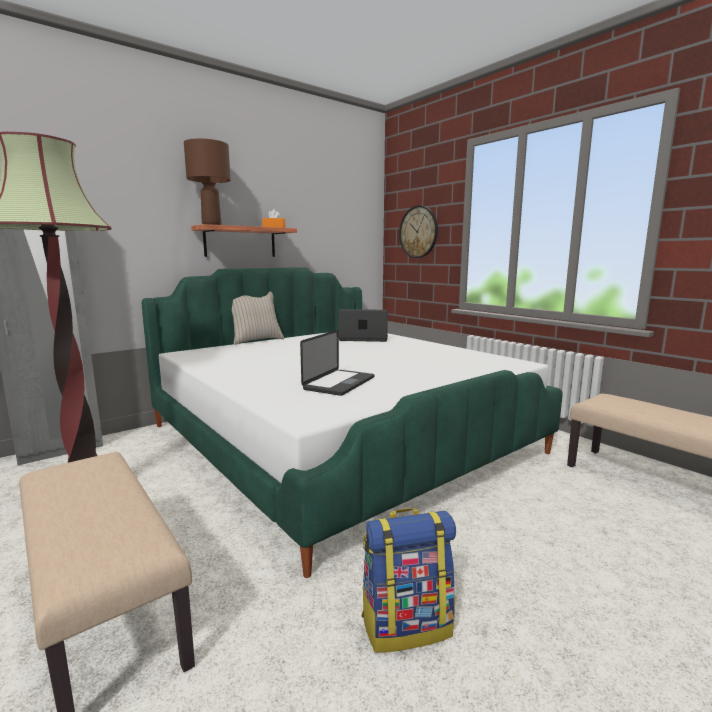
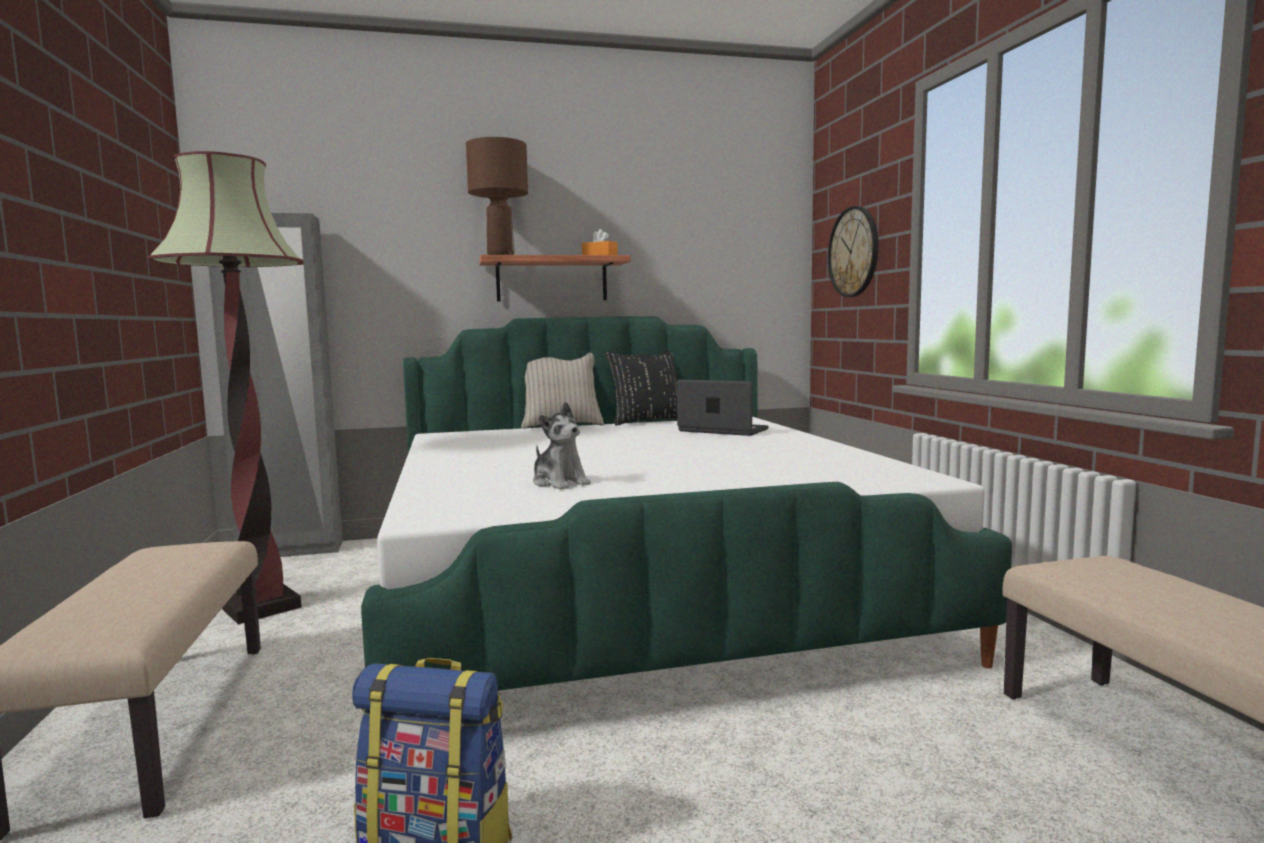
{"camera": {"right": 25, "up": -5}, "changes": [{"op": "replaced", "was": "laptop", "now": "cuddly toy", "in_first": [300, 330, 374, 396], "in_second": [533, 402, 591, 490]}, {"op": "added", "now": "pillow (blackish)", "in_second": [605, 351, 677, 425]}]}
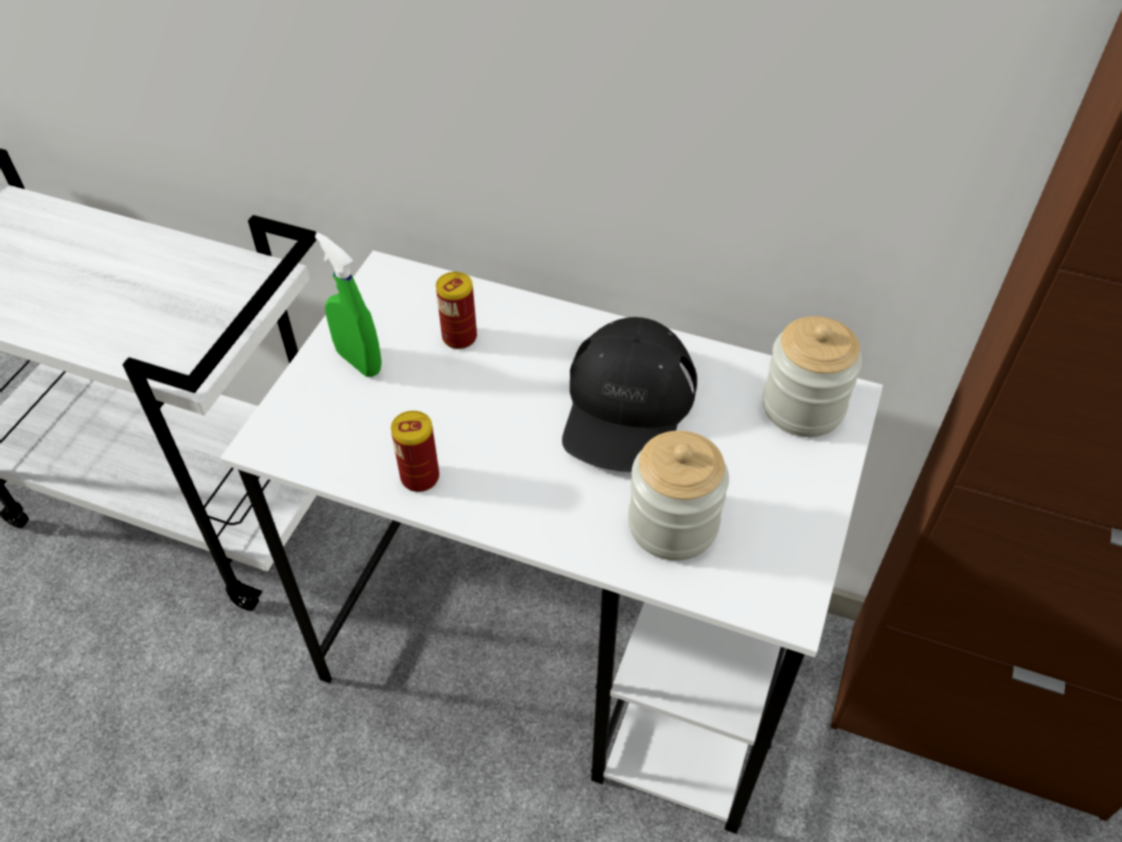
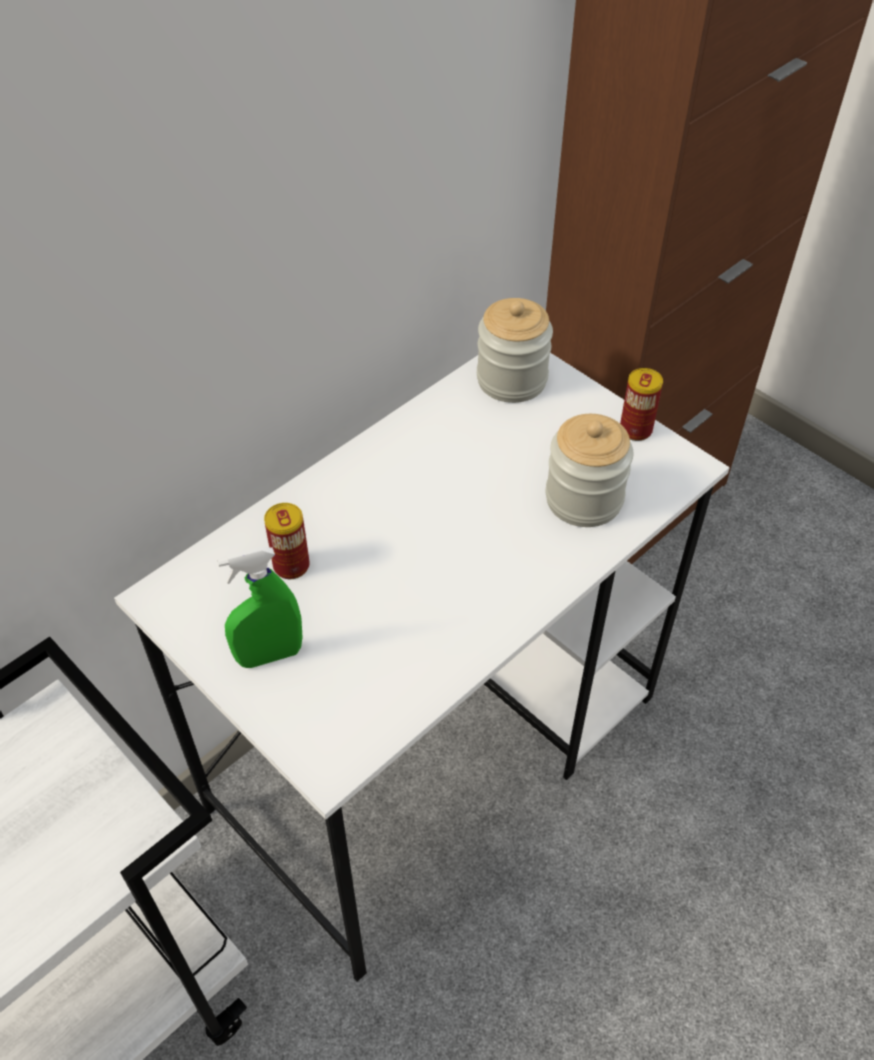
{"camera": {"right": -65, "up": 0}, "changes": [{"op": "removed", "was": "cap (blackish)", "in_first": [562, 317, 697, 472]}, {"op": "moved", "was": "can", "in_first": [391, 411, 439, 492], "in_second": [620, 368, 663, 441]}]}
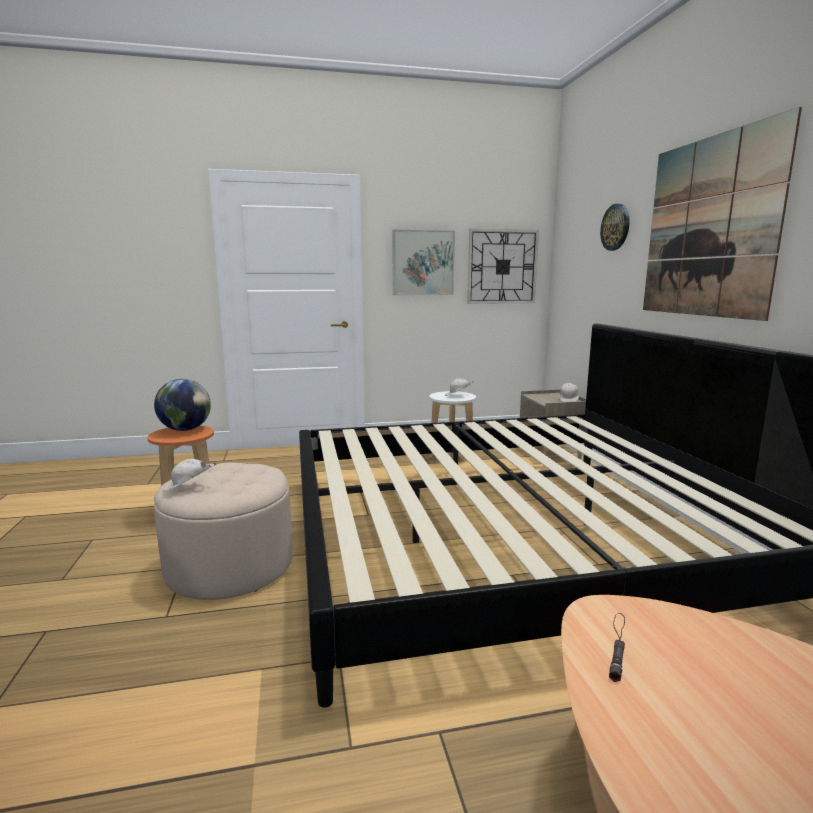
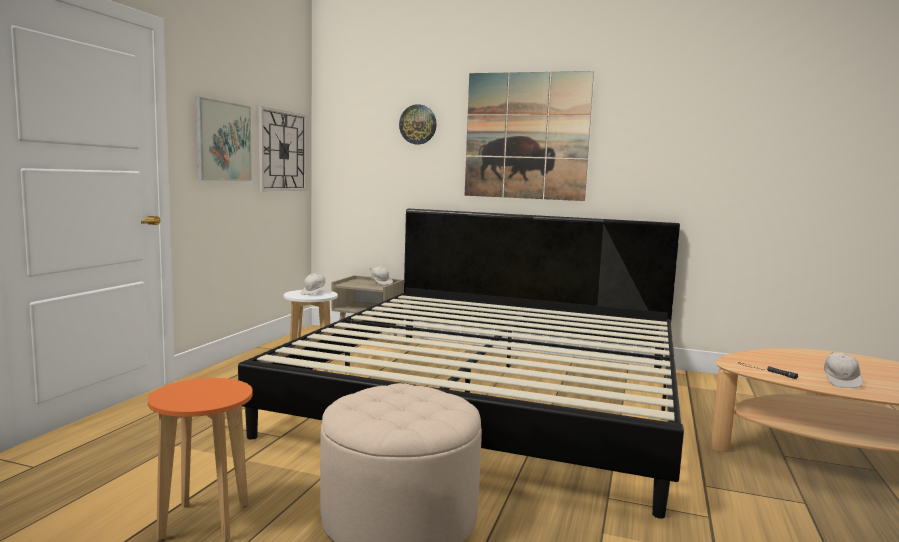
{"camera": {"right": -60, "up": -5}, "changes": [{"op": "removed", "was": "globe", "in_first": [154, 379, 211, 431]}, {"op": "moved", "was": "cap (white-coloured)", "in_first": [163, 459, 216, 492], "in_second": [824, 352, 863, 388]}]}
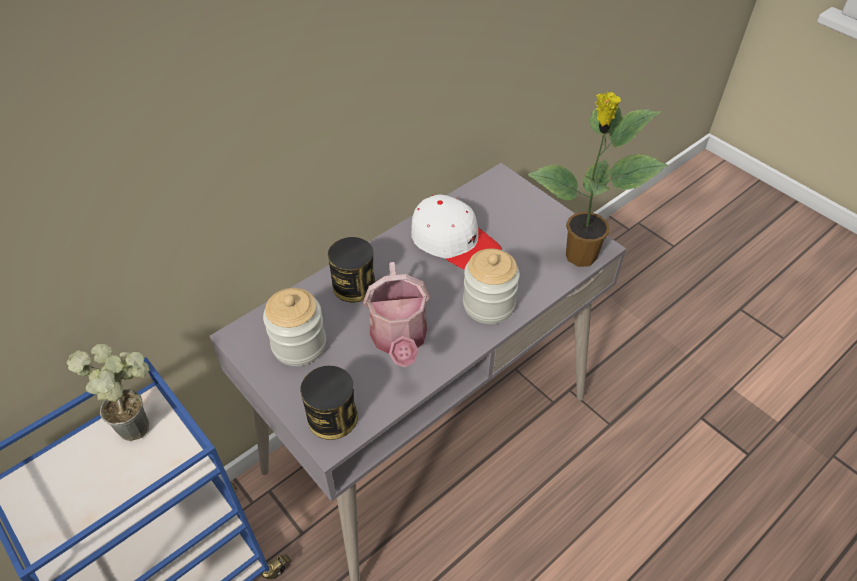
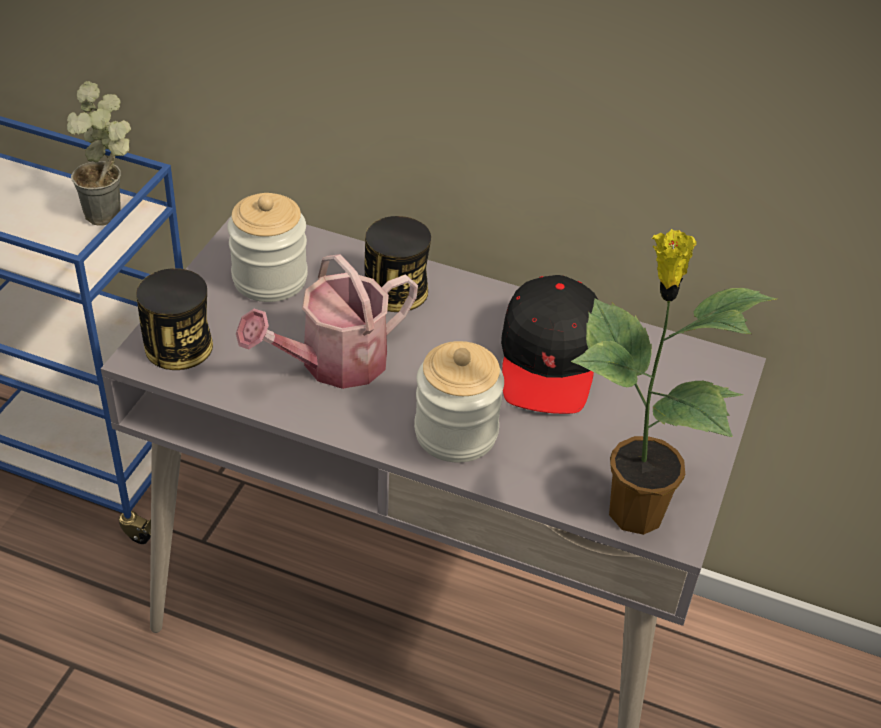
{"camera": {"right": 60, "up": -5}, "changes": [{"op": "recoloured", "was": "cap (white-coloured)", "now": "cap (blackish)", "in_first": [411, 194, 502, 270], "in_second": [501, 275, 598, 414]}]}
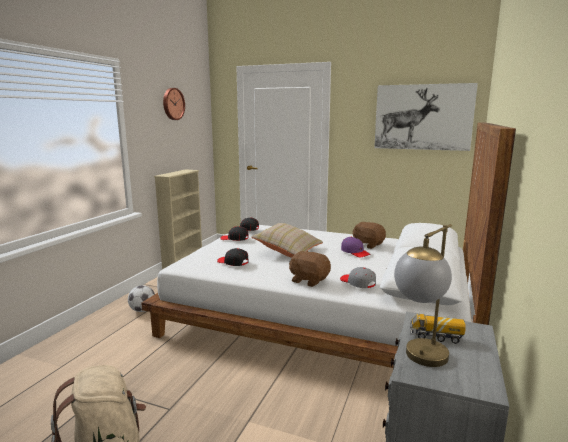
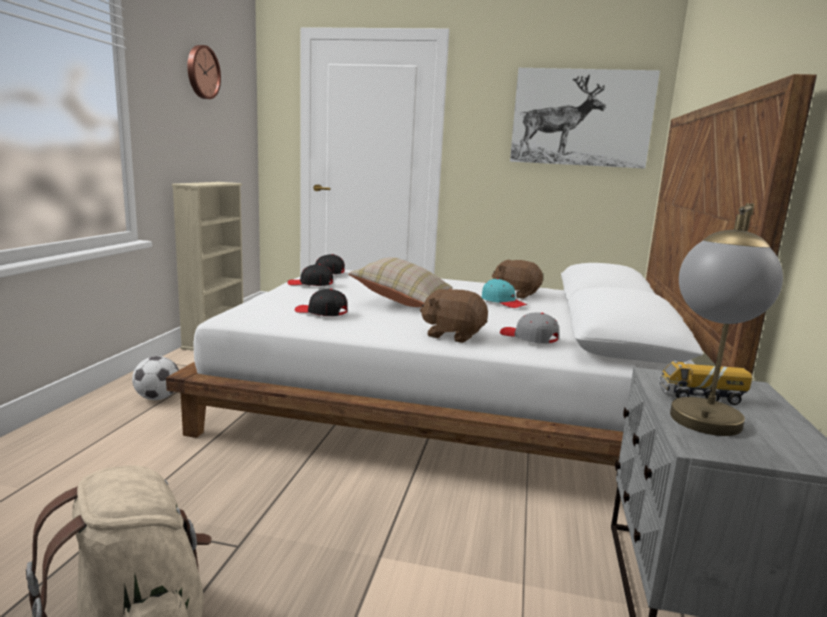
{"camera": {"right": -10, "up": 0}, "changes": [{"op": "recoloured", "was": "cap (purple-coloured)", "now": "cap (blue-green)", "in_first": [341, 237, 371, 258], "in_second": [482, 278, 528, 308]}]}
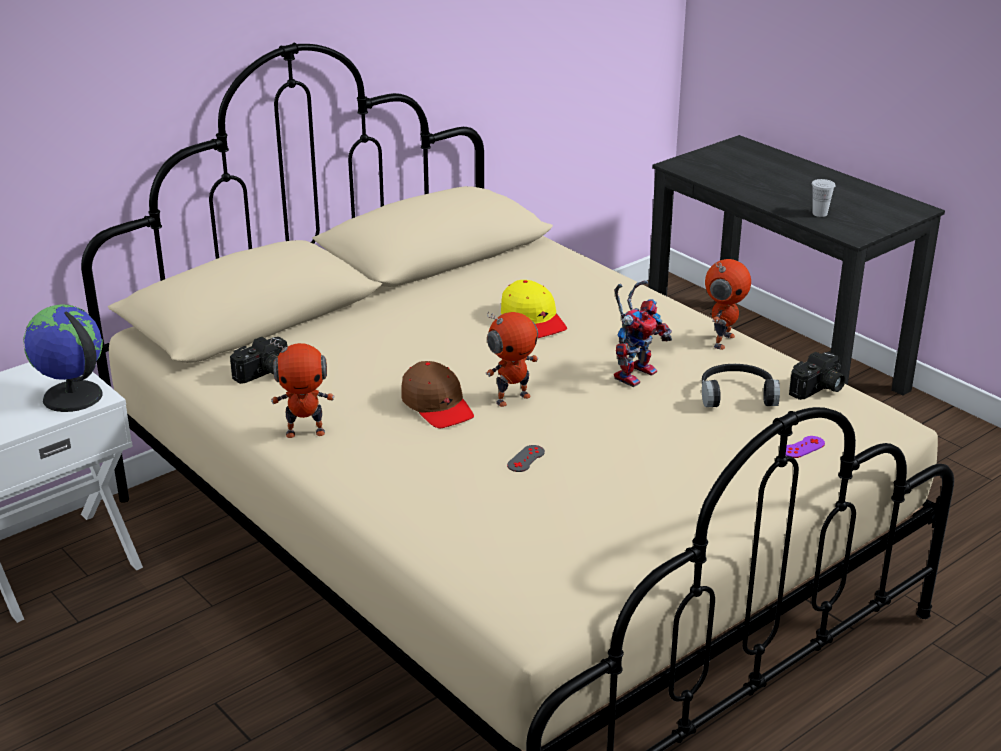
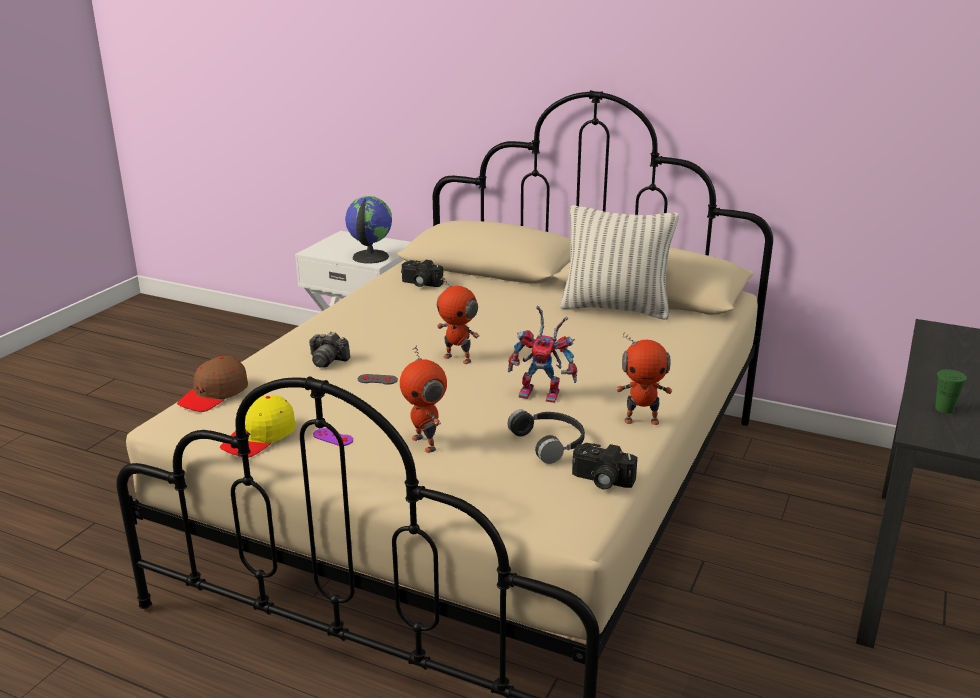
{"camera": {"right": 65, "up": -5}, "changes": [{"op": "recoloured", "was": "cup (white-coloured)", "now": "cup (green)", "in_first": [812, 179, 835, 217], "in_second": [935, 369, 967, 413]}, {"op": "moved", "was": "cap (yellowish)", "in_first": [501, 280, 567, 338], "in_second": [220, 395, 296, 458]}, {"op": "moved", "was": "model robot", "in_first": [270, 338, 334, 438], "in_second": [400, 345, 447, 453]}, {"op": "moved", "was": "cap (brown)", "in_first": [401, 361, 474, 428], "in_second": [177, 356, 248, 412]}, {"op": "moved", "was": "joypad (purple-coloured)", "in_first": [785, 436, 825, 458], "in_second": [313, 428, 353, 446]}, {"op": "added", "now": "pillow", "in_second": [560, 205, 679, 320]}, {"op": "added", "now": "still camera", "in_second": [309, 332, 350, 368]}]}
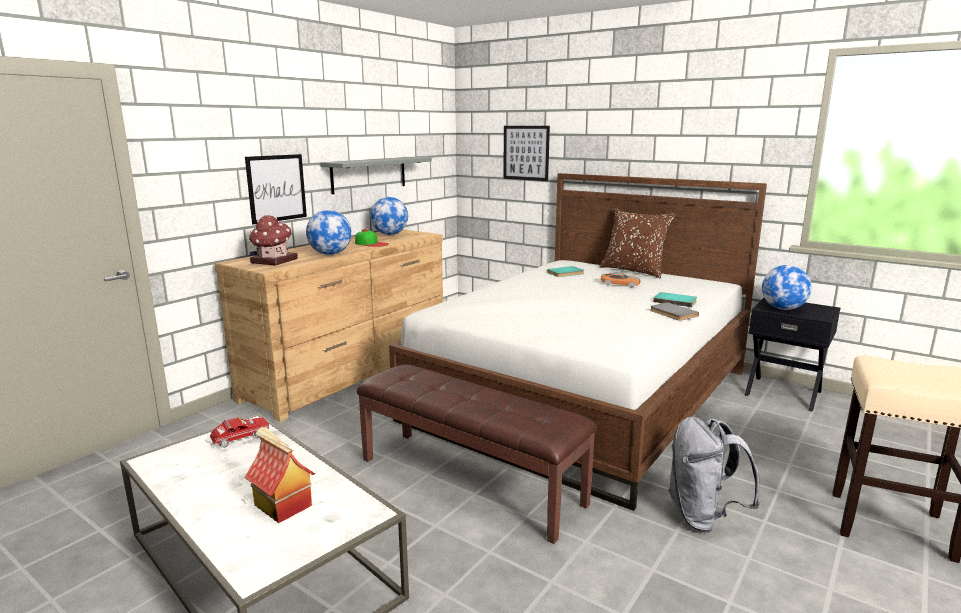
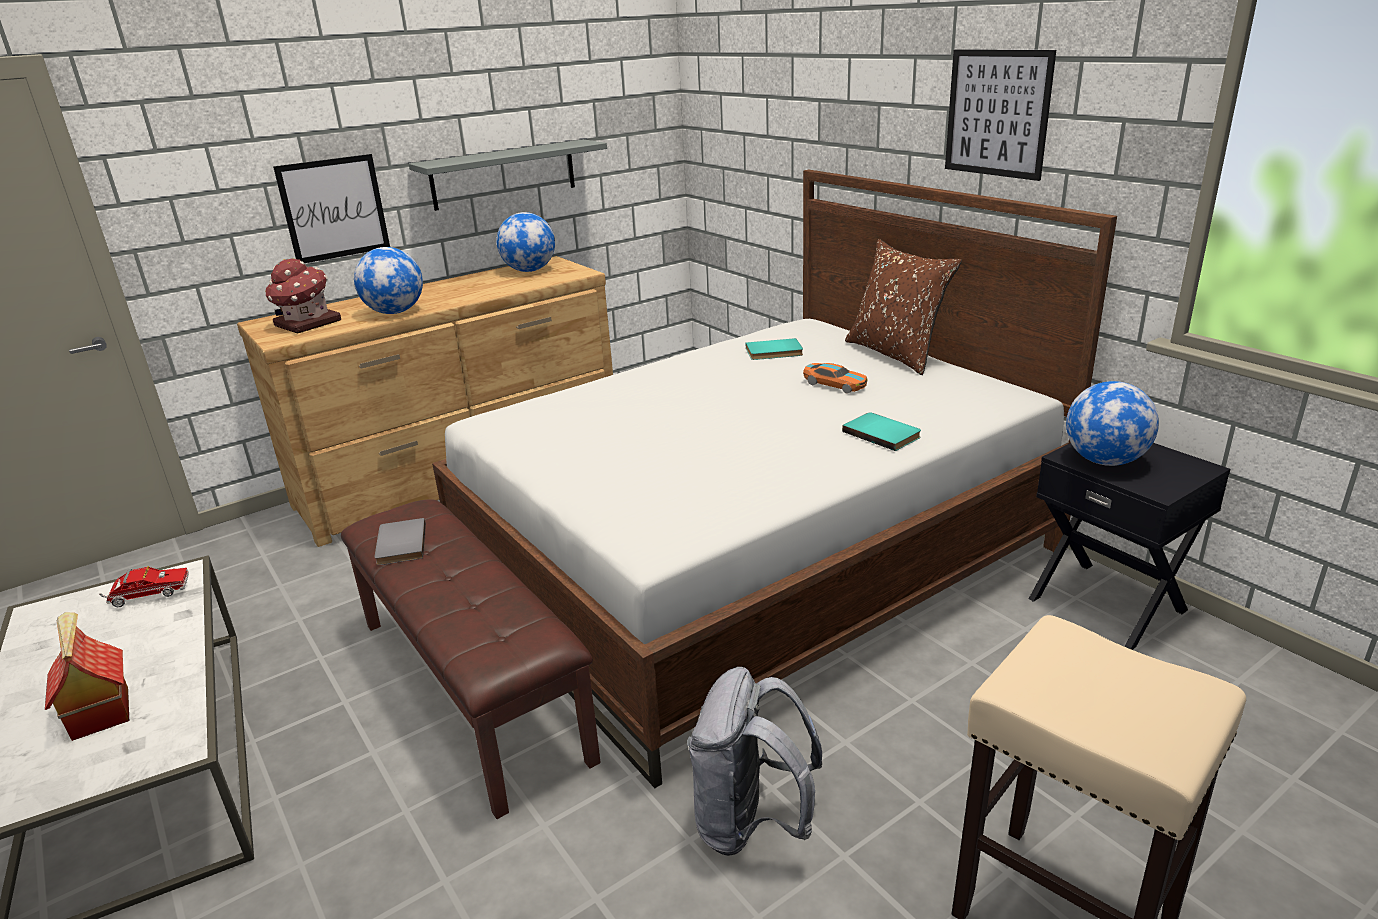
{"camera": {"right": 20, "up": 10}, "changes": [{"op": "moved", "was": "picture", "in_first": [503, 126, 550, 181], "in_second": [945, 49, 1056, 181]}, {"op": "removed", "was": "cap", "in_first": [355, 229, 389, 247]}, {"op": "moved", "was": "book (grey)", "in_first": [650, 302, 699, 321], "in_second": [375, 518, 426, 565]}]}
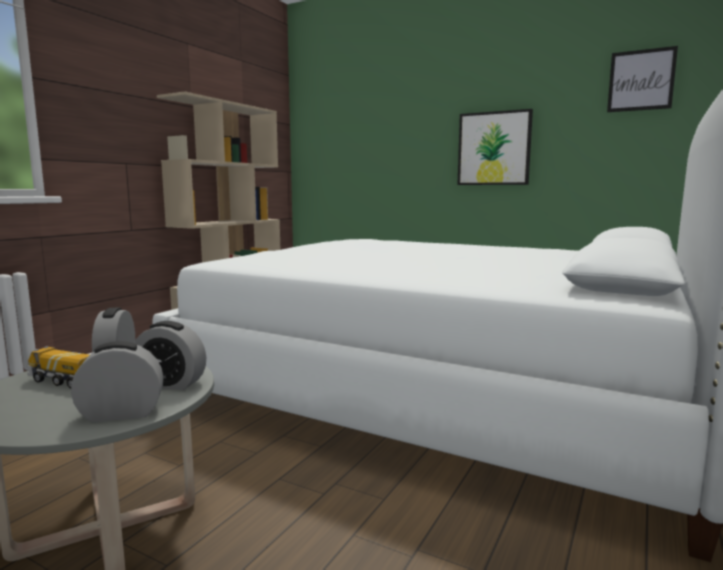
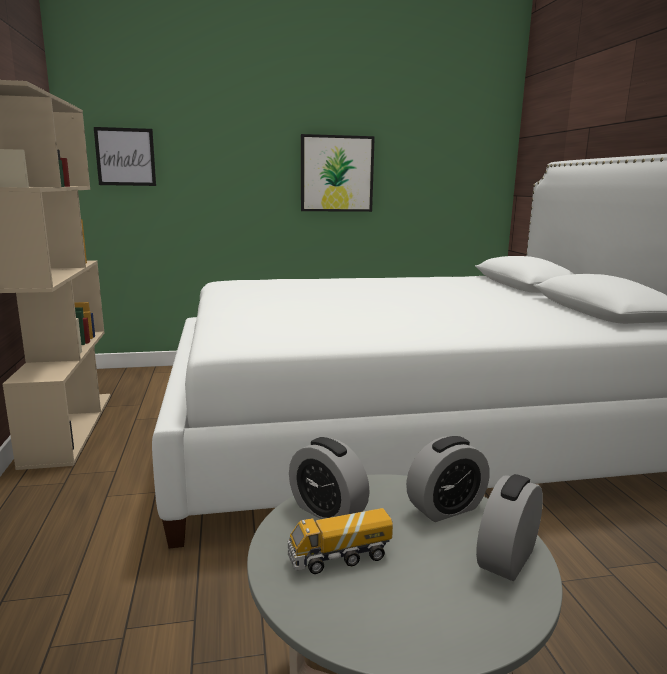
{"camera": {"right": -40, "up": 5}, "changes": [{"op": "moved", "was": "picture", "in_first": [607, 46, 678, 112], "in_second": [94, 127, 156, 186]}]}
